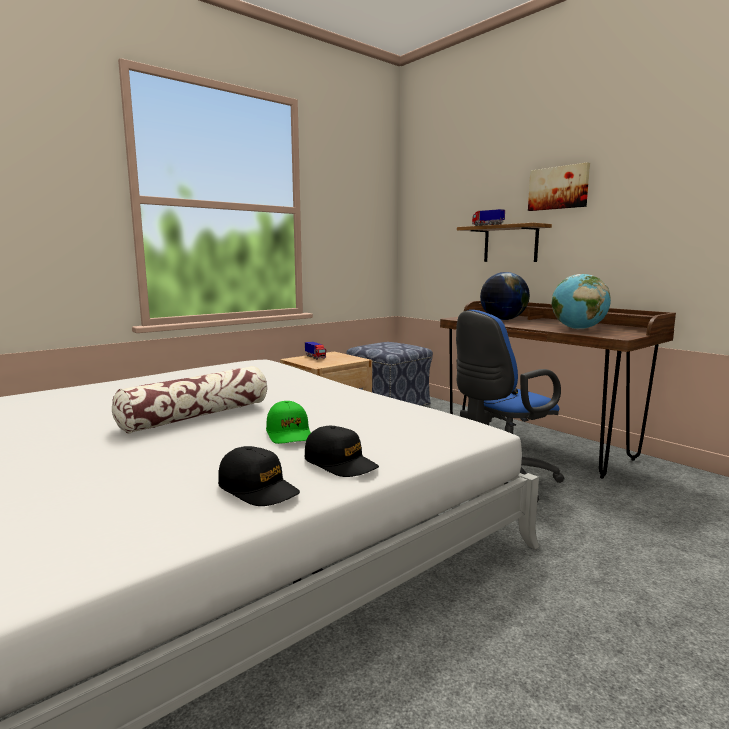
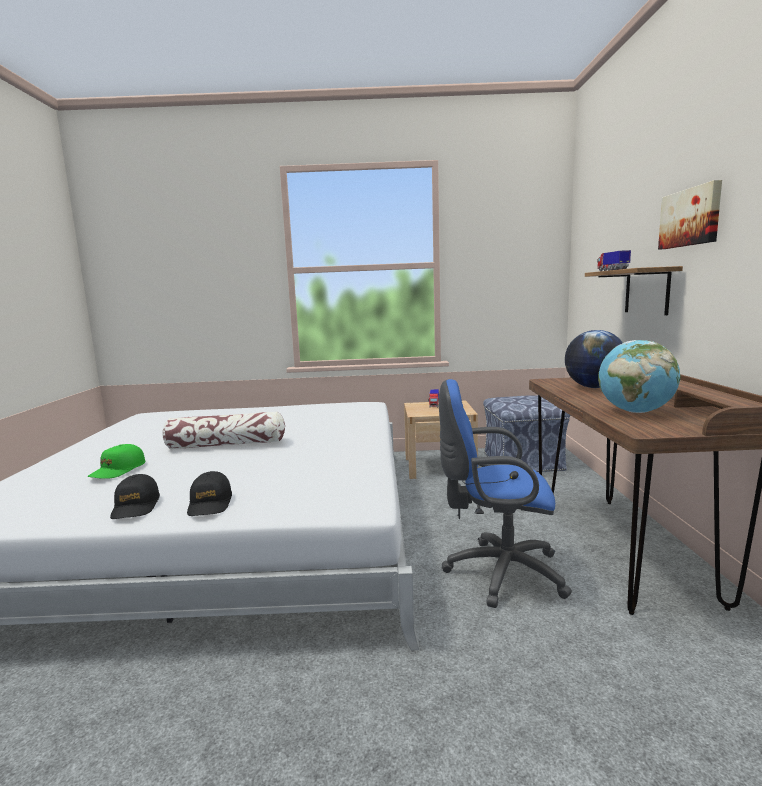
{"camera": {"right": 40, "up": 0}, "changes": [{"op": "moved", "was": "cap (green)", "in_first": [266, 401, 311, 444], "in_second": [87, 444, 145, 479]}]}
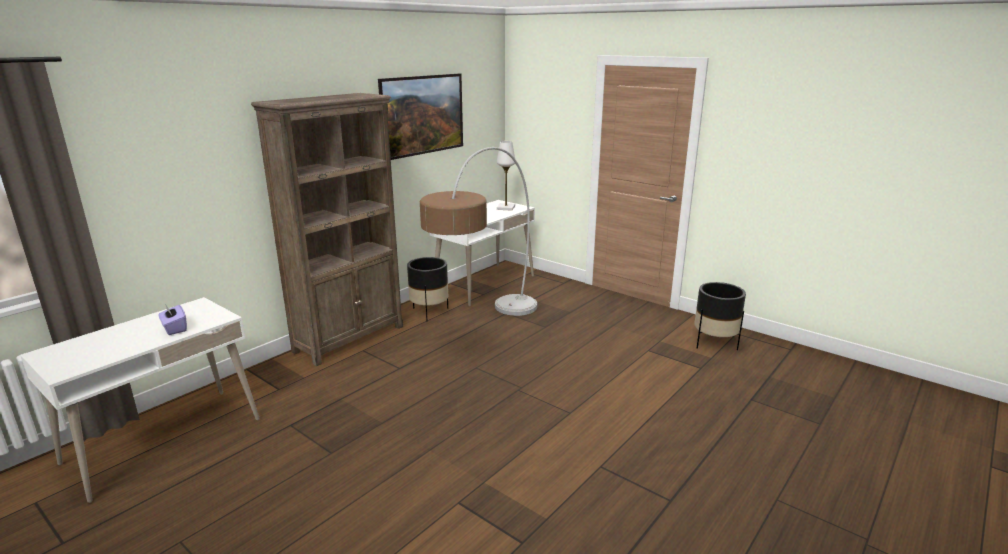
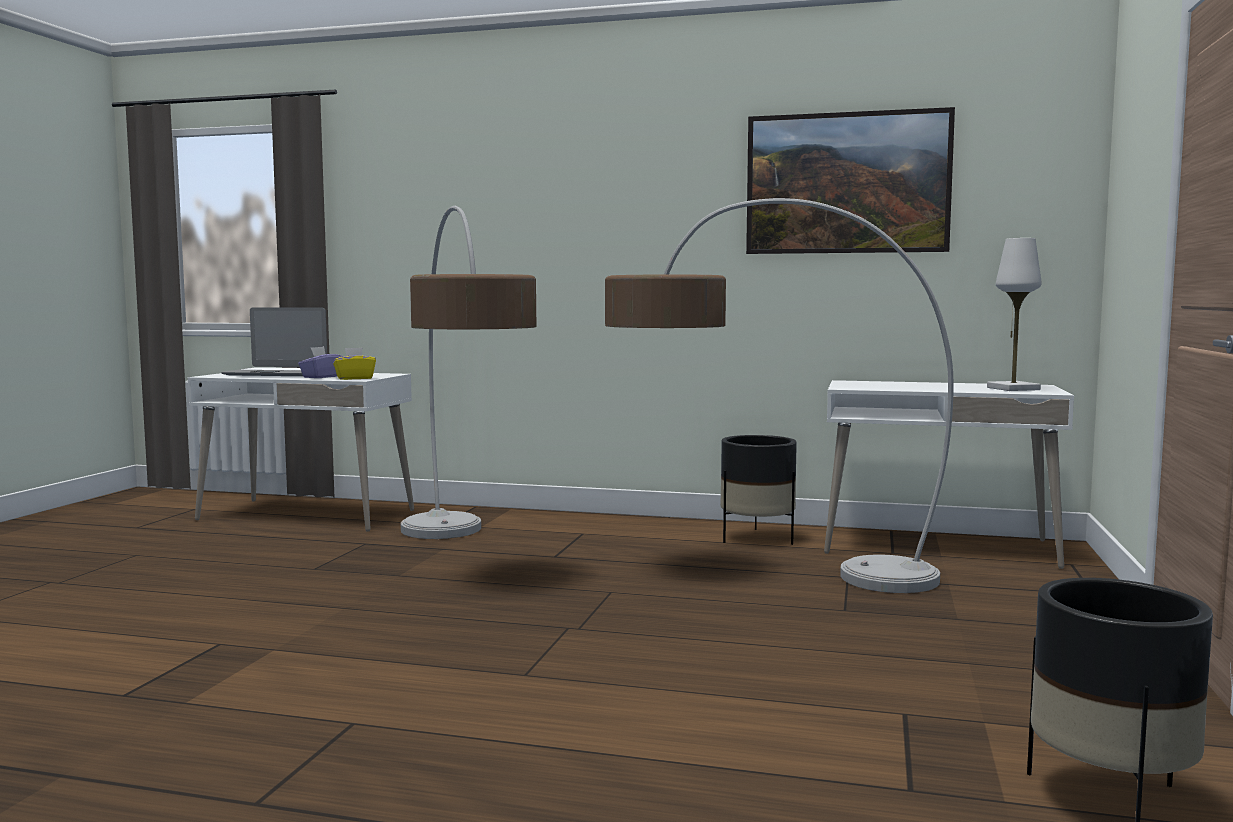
{"camera": {"right": 65, "up": -15}, "changes": [{"op": "removed", "was": "bookshelf (brown)", "in_first": [251, 93, 403, 366]}, {"op": "added", "now": "standard lamp", "in_second": [401, 206, 536, 539]}, {"op": "added", "now": "laptop", "in_second": [222, 307, 327, 376]}, {"op": "added", "now": "tissue box (yellowish)", "in_second": [333, 348, 376, 380]}]}
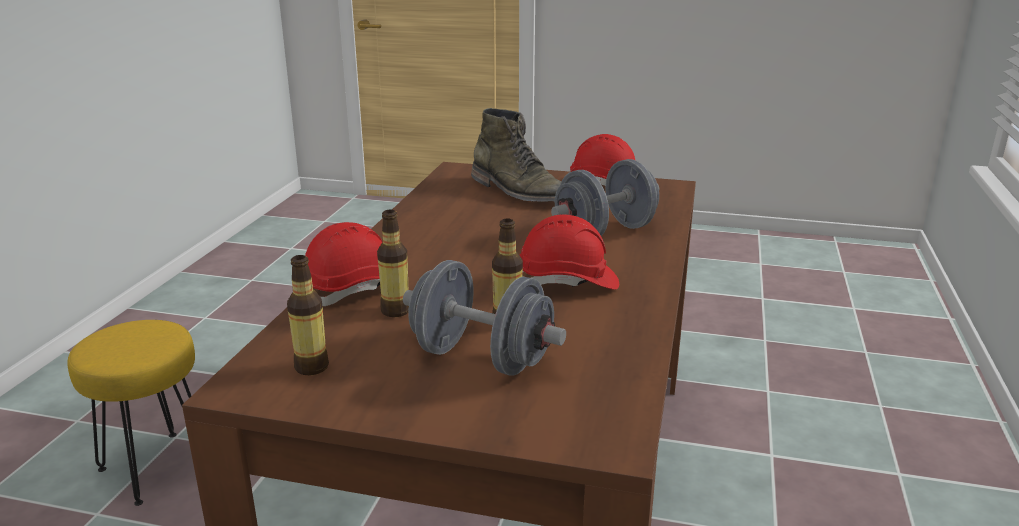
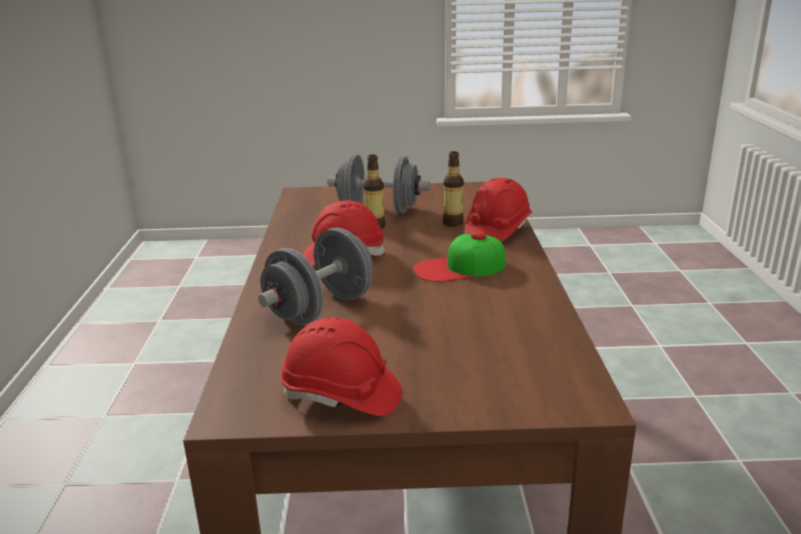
{"camera": {"right": 165, "up": 0}, "changes": [{"op": "removed", "was": "tall boot (green)", "in_first": [471, 108, 561, 202]}, {"op": "removed", "was": "beverage bottle", "in_first": [287, 255, 329, 375]}, {"op": "removed", "was": "stool seat (yellowish)", "in_first": [68, 320, 195, 506]}, {"op": "added", "now": "cap", "in_second": [413, 231, 505, 282]}]}
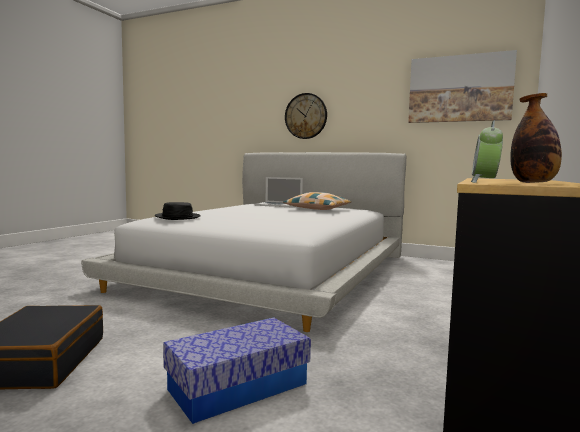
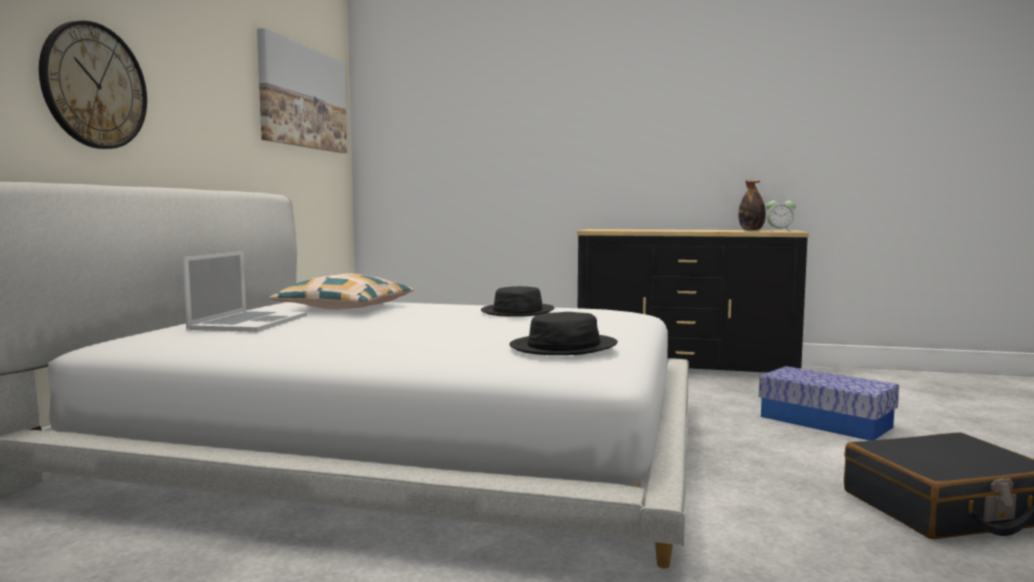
{"camera": {"right": -100, "up": 0}, "changes": [{"op": "added", "now": "wearable hat (blackish)", "in_second": [481, 286, 554, 317]}]}
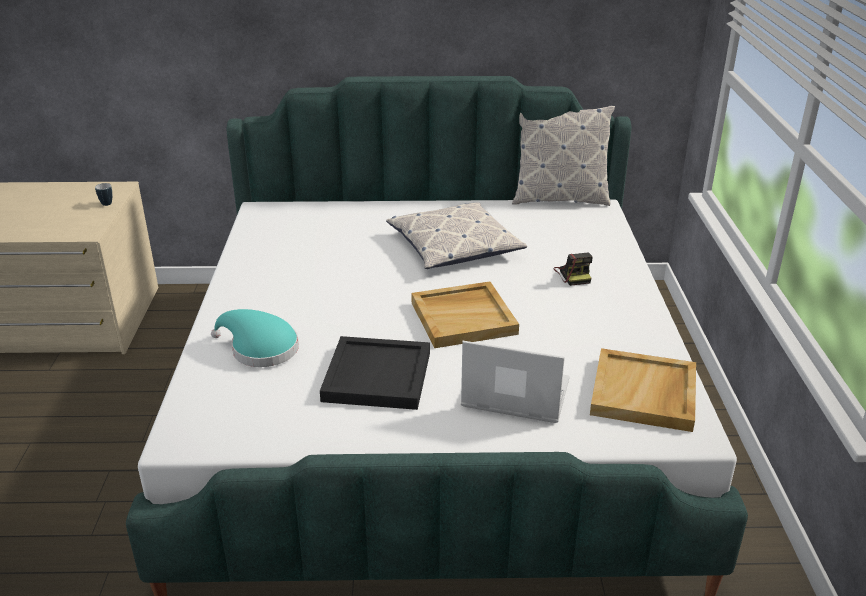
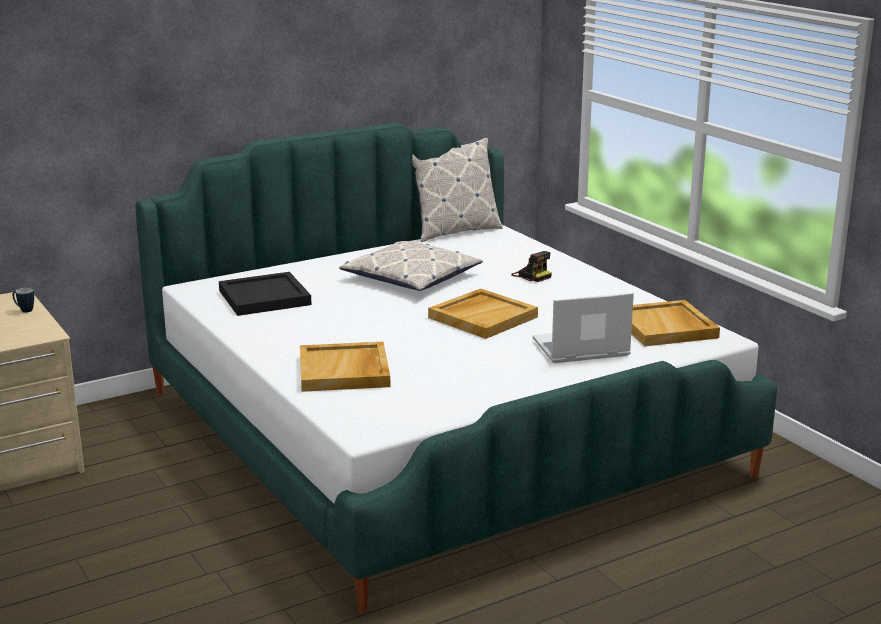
{"camera": {"right": -30, "up": -10}, "changes": [{"op": "replaced", "was": "wearable hat (blue-green)", "now": "serving tray (sand-coloured)", "in_first": [211, 309, 299, 367], "in_second": [300, 342, 390, 392]}, {"op": "moved", "was": "serving tray (blackish)", "in_first": [320, 336, 430, 410], "in_second": [219, 272, 312, 316]}]}
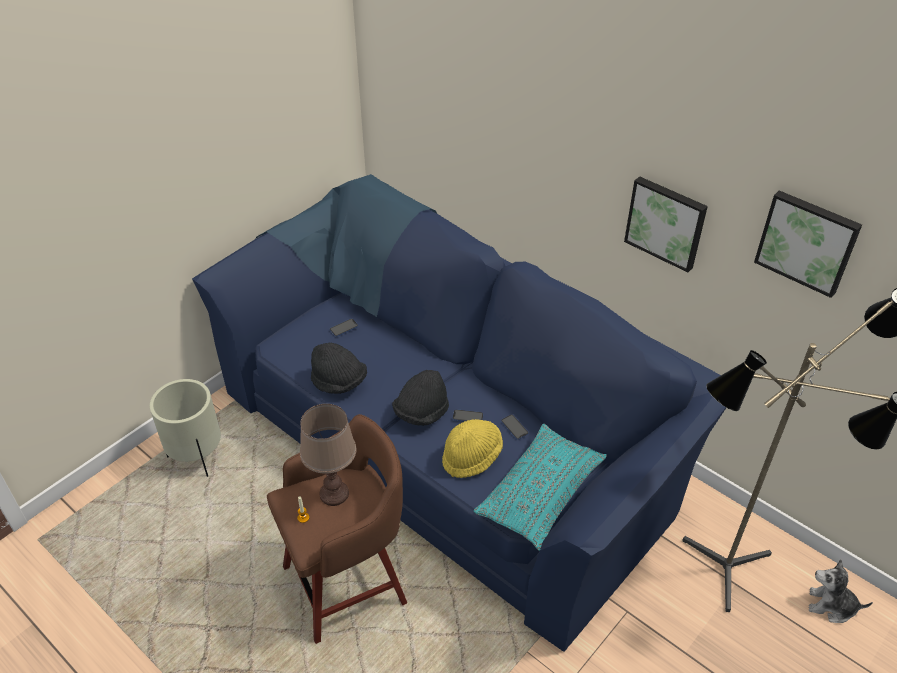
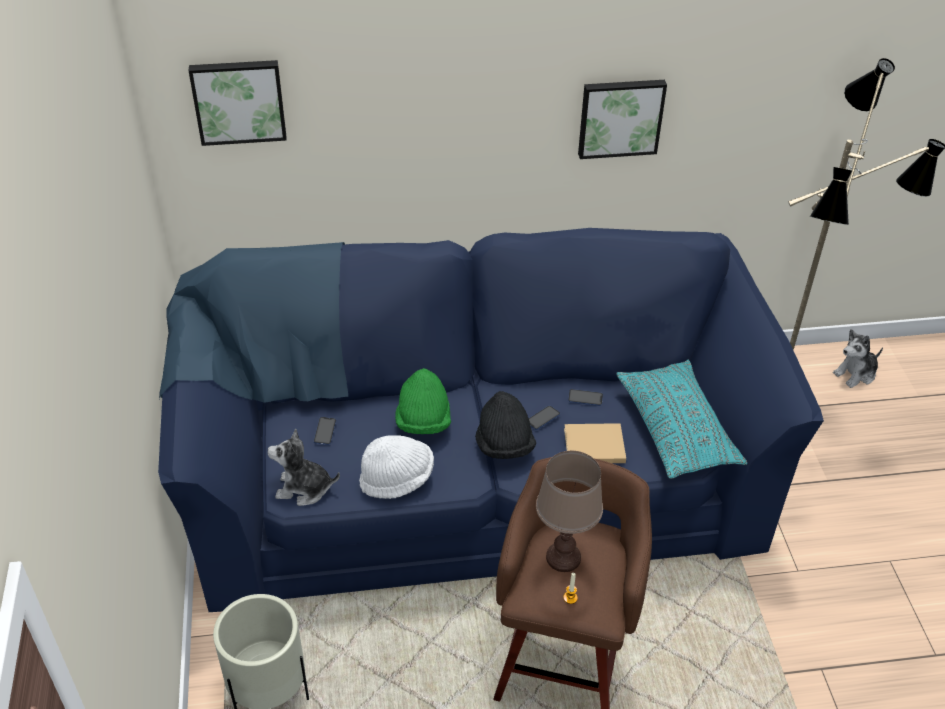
{"camera": {"right": -50, "up": 0}, "changes": [{"op": "moved", "was": "picture", "in_first": [754, 191, 862, 298], "in_second": [189, 60, 286, 146]}, {"op": "recoloured", "was": "wearable hat (blackish)", "now": "wearable hat (white-coloured)", "in_first": [311, 343, 367, 394], "in_second": [359, 435, 434, 499]}, {"op": "replaced", "was": "wearable hat (yellowish)", "now": "book (sand-coloured)", "in_first": [442, 419, 503, 478], "in_second": [564, 423, 626, 463]}, {"op": "added", "now": "wearable hat (green)", "in_second": [395, 368, 451, 434]}, {"op": "added", "now": "cuddly toy", "in_second": [268, 429, 340, 506]}]}
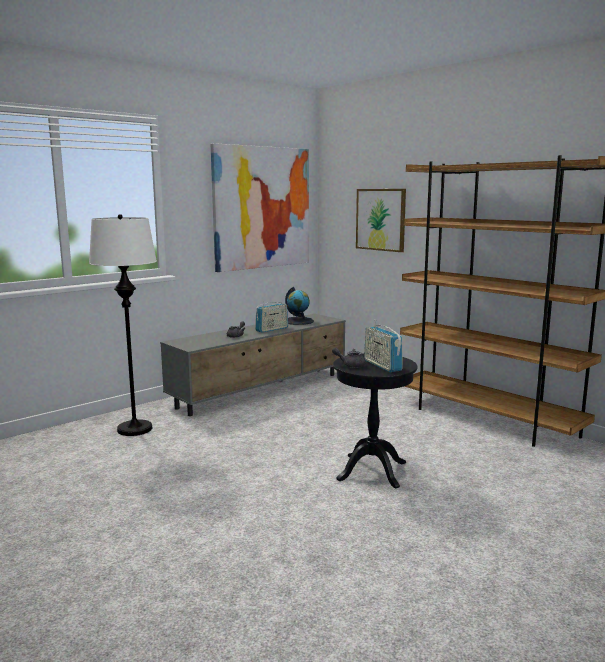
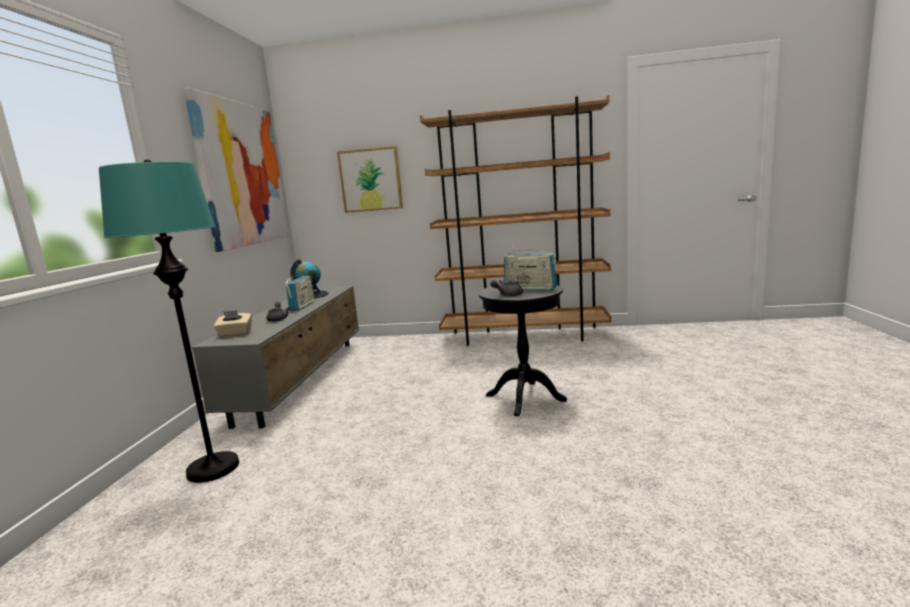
{"camera": {"right": -40, "up": 0}, "changes": [{"op": "recoloured", "was": "standard lamp (white-coloured)", "now": "standard lamp (blue-green)", "in_first": [89, 214, 157, 436], "in_second": [99, 159, 239, 483]}, {"op": "added", "now": "tissue box (sand-coloured)", "in_second": [214, 310, 252, 337]}]}
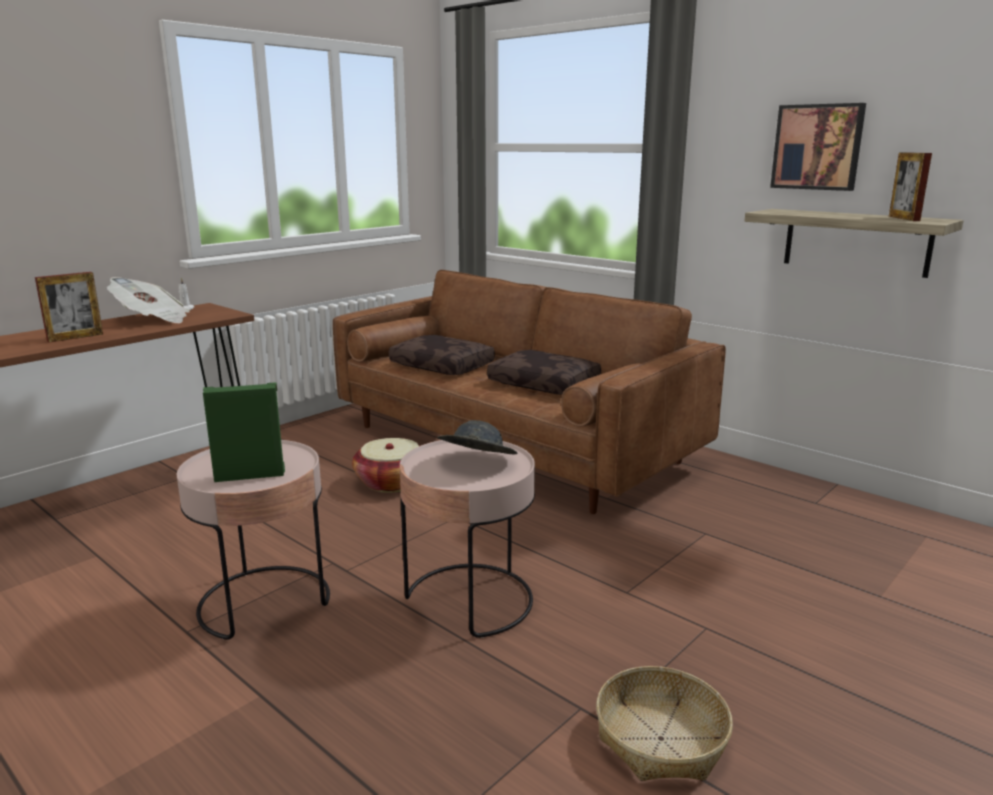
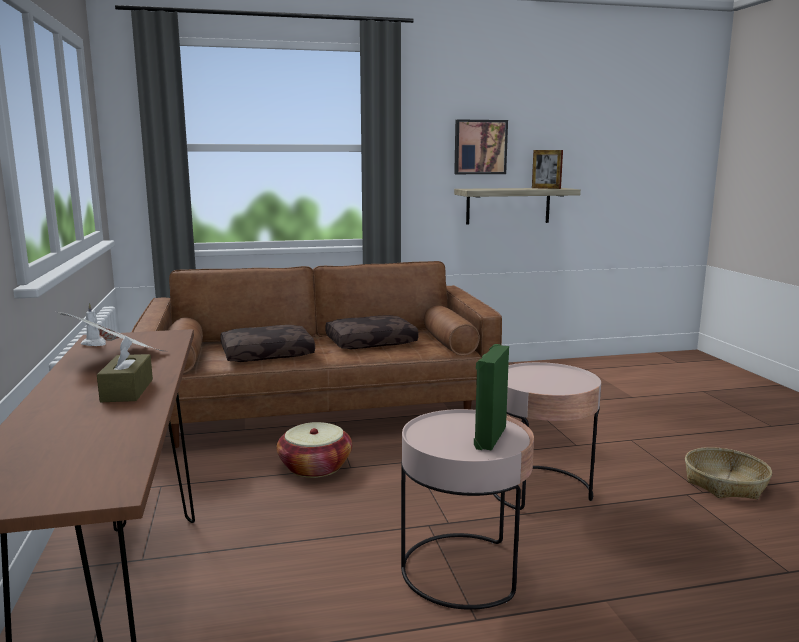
{"camera": {"right": -55, "up": -5}, "changes": [{"op": "replaced", "was": "photo frame", "now": "tissue box (brown)", "in_first": [35, 272, 103, 343], "in_second": [97, 337, 153, 402]}, {"op": "removed", "was": "wearable hat (grey)", "in_first": [437, 420, 518, 454]}]}
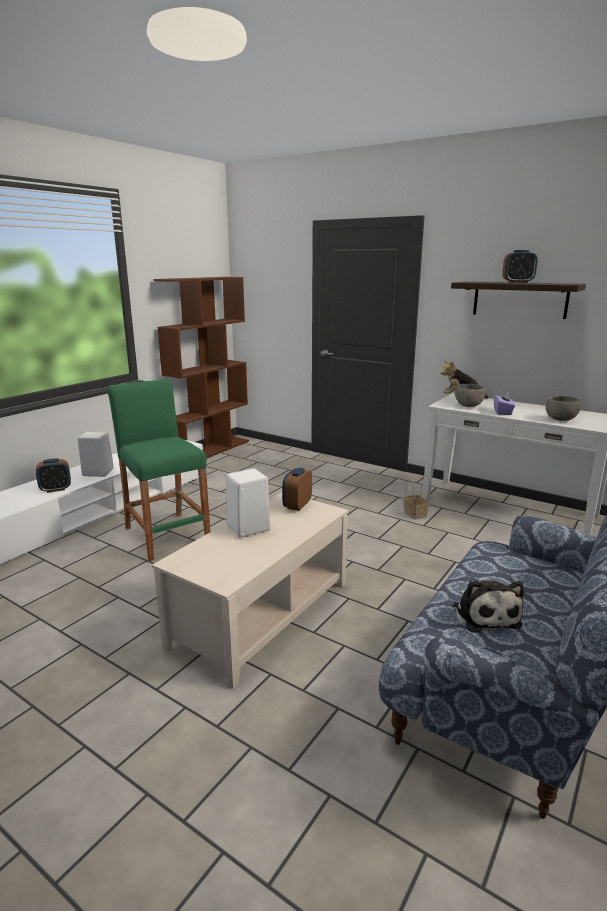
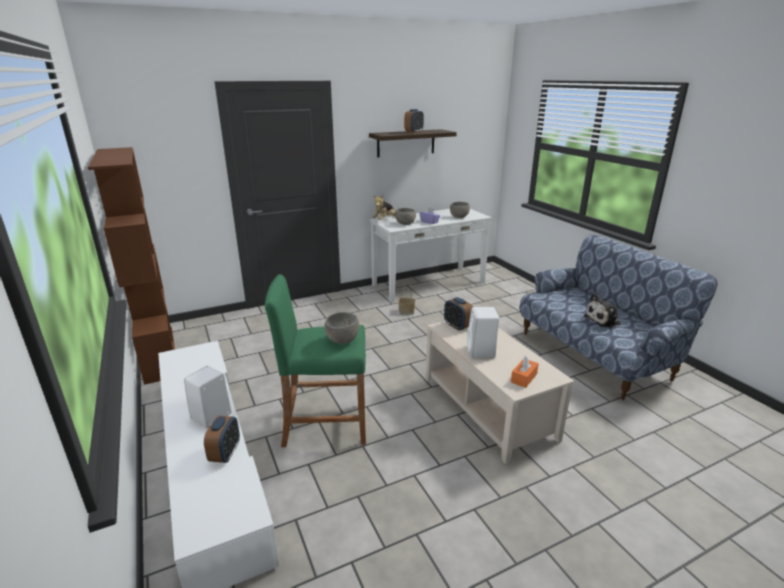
{"camera": {"right": -60, "up": 5}, "changes": [{"op": "turned", "was": "cuddly toy", "in_first": [453, 580, 524, 633], "in_second": [583, 294, 621, 328], "clockwise": 135}, {"op": "added", "now": "bowl (grey)", "in_second": [324, 312, 359, 344]}, {"op": "added", "now": "tissue box (orange)", "in_second": [511, 356, 539, 388]}]}
